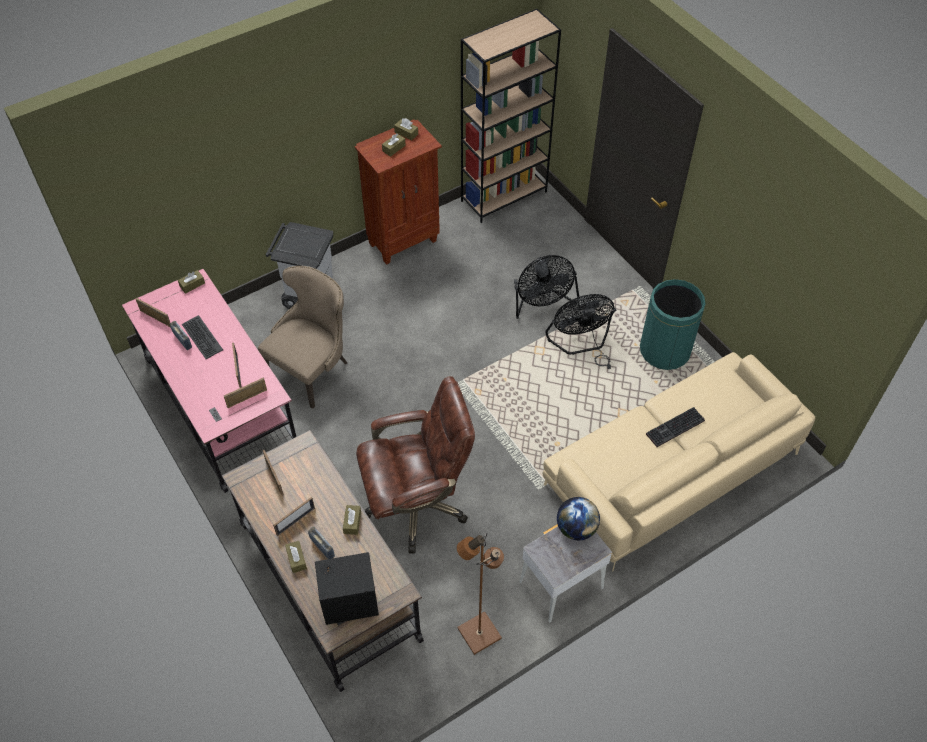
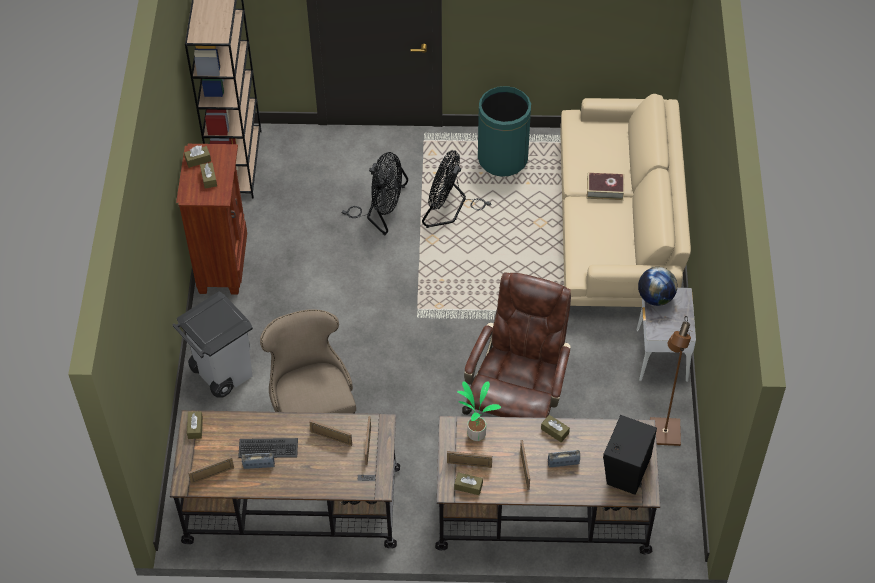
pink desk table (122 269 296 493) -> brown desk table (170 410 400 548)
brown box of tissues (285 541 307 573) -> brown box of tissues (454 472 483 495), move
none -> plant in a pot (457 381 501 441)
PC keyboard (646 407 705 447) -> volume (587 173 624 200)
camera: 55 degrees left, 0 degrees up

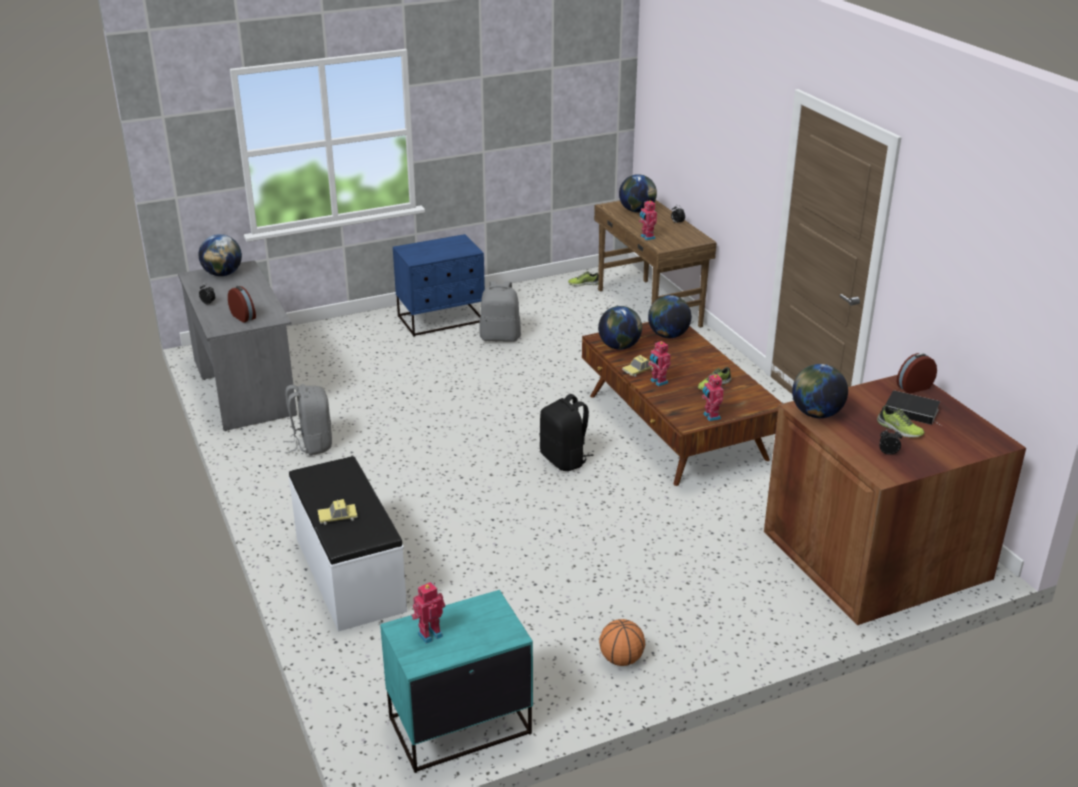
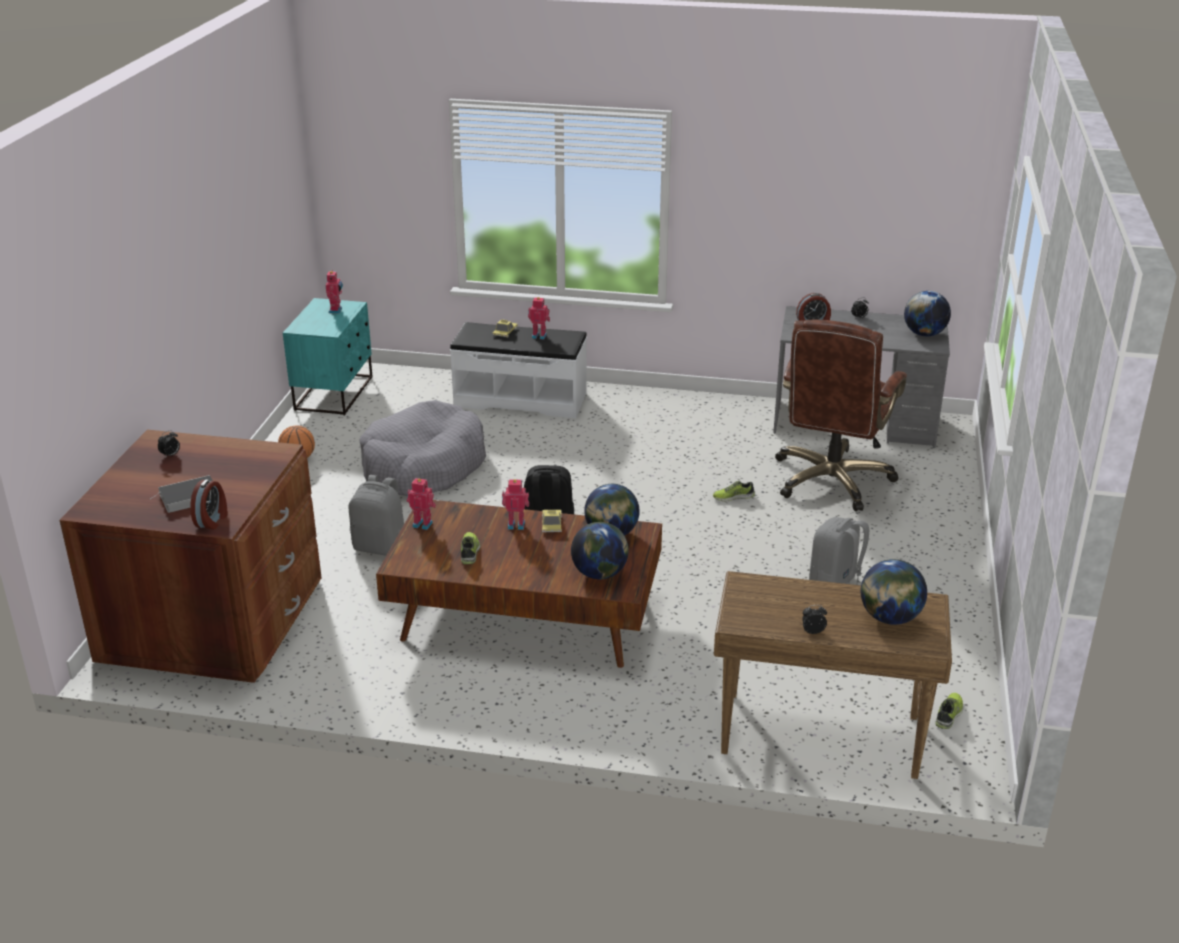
greyish rucksack (283 384 332 455) -> greyish rucksack (349 475 404 556), move
none -> greyish dog cushion (359 400 486 496)
model robot (639 199 657 240) -> model robot (528 297 550 339), move
shoe (877 405 924 438) -> shoe (713 481 755 501), move
none -> brown computer chair (775 320 907 511)
bluish bedside table (393 234 485 337) -> none
desk globe (792 364 848 418) -> none
camera: 125 degrees right, 0 degrees up

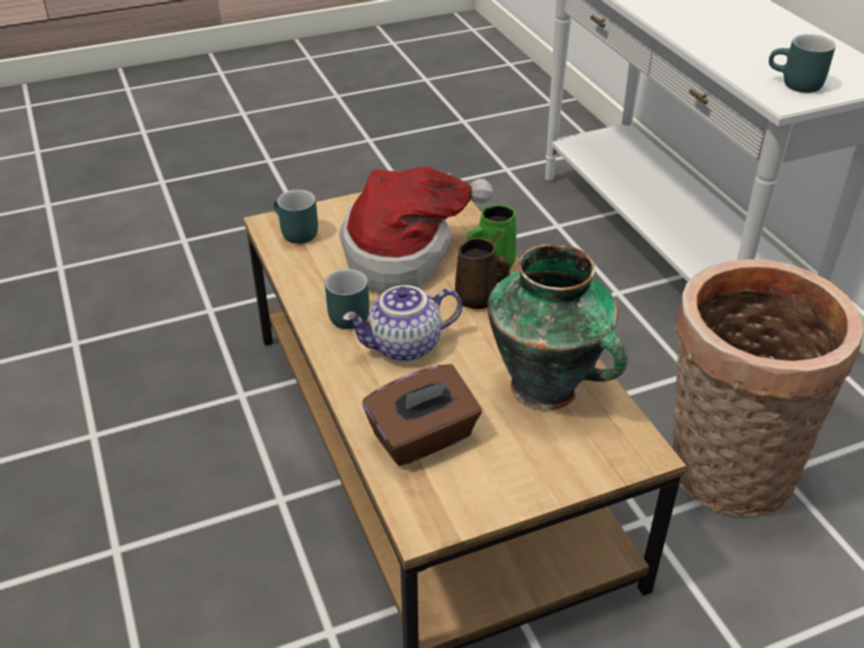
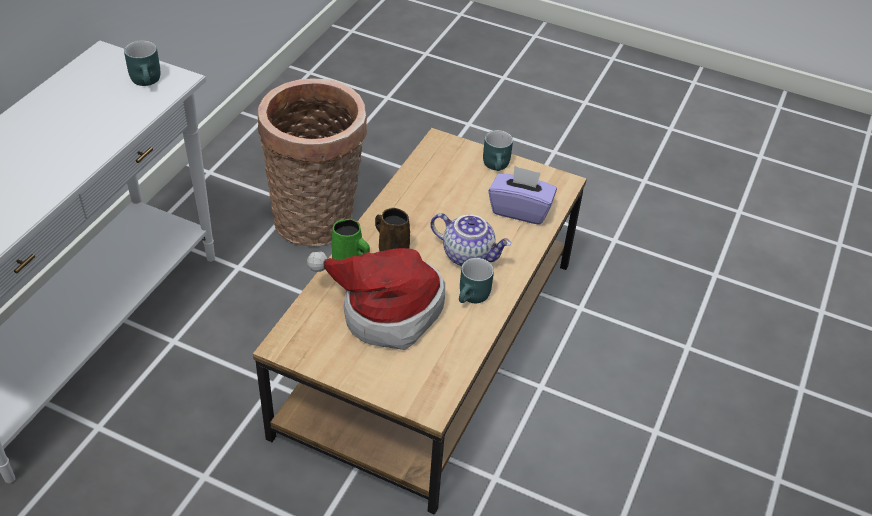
turquoise-coloured mug (274 190 318 244) -> turquoise-coloured mug (483 130 513 171), move
brown box of tissues (363 364 482 466) -> purplish box of tissues (488 166 557 225)
decorative vase (487 244 628 410) -> none
camera: 135 degrees left, 5 degrees up

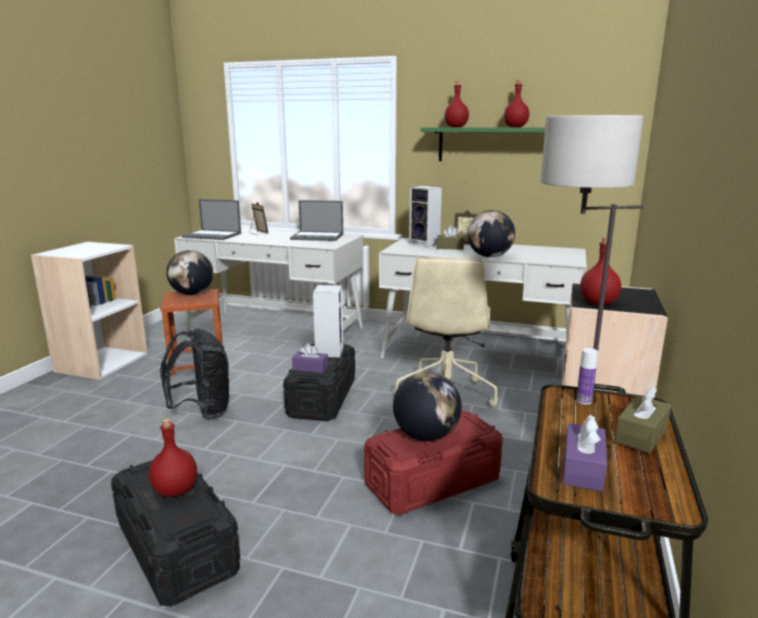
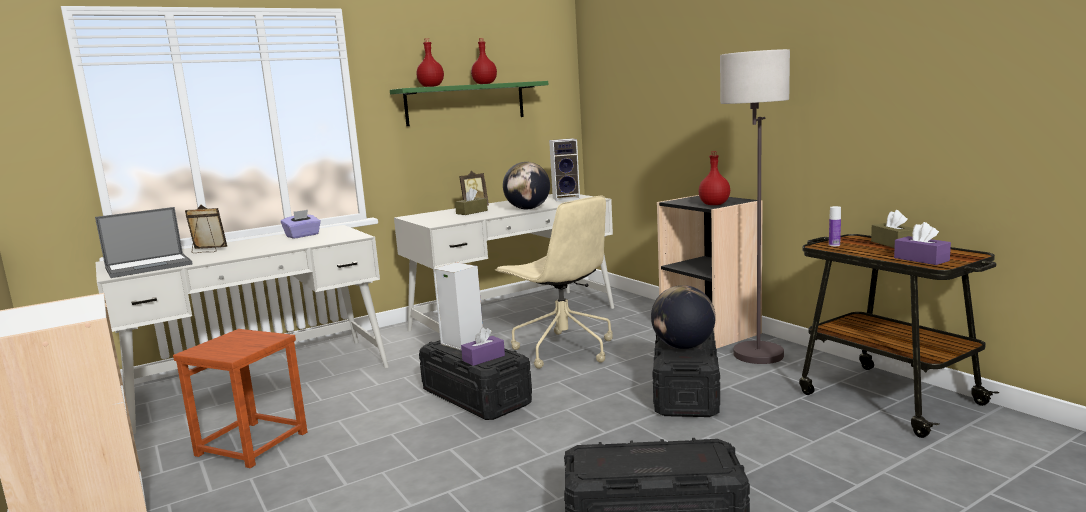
portable computer (290 200 343 241) -> purplish box of tissues (281 210 321 239)
audio speaker (409 186 442 247) -> audio speaker (549 138 580 201), move
reddish storage bin (364 411 503 515) -> black-coloured storage bin (652 331 720 417)
reddish bottle (149 418 197 497) -> none
black-coloured rucksack (160 329 231 420) -> none
desk globe (166 250 213 295) -> none
camera: 50 degrees left, 5 degrees down

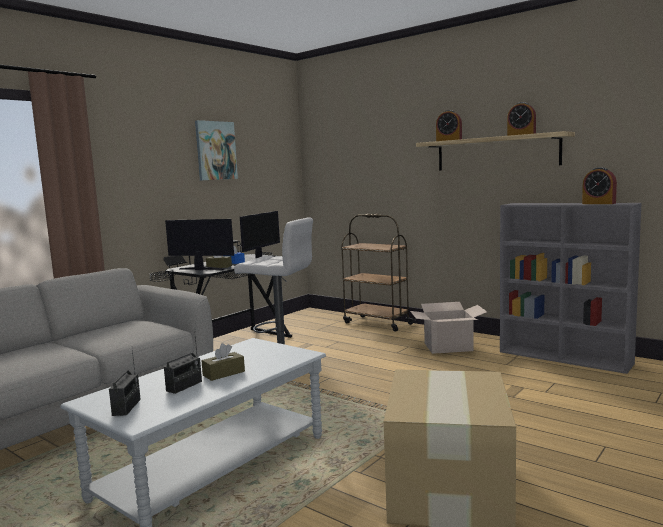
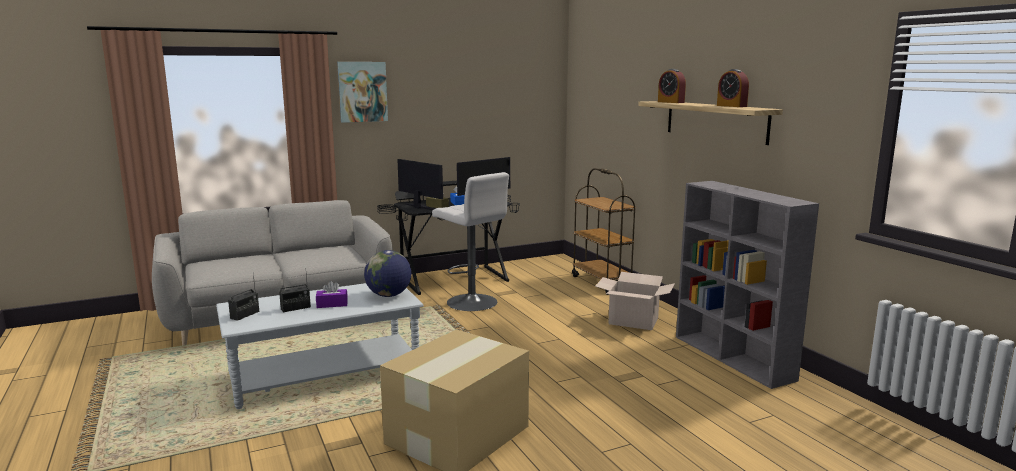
brown box of tissues (201 343 245 381) -> purplish box of tissues (316 281 348 308)
wall picture (195 120 238 181) -> wall picture (337 62 388 123), move
none -> desk globe (364 250 411 297)
alarm clock (582 167 617 204) -> none
camera: 25 degrees right, 5 degrees up

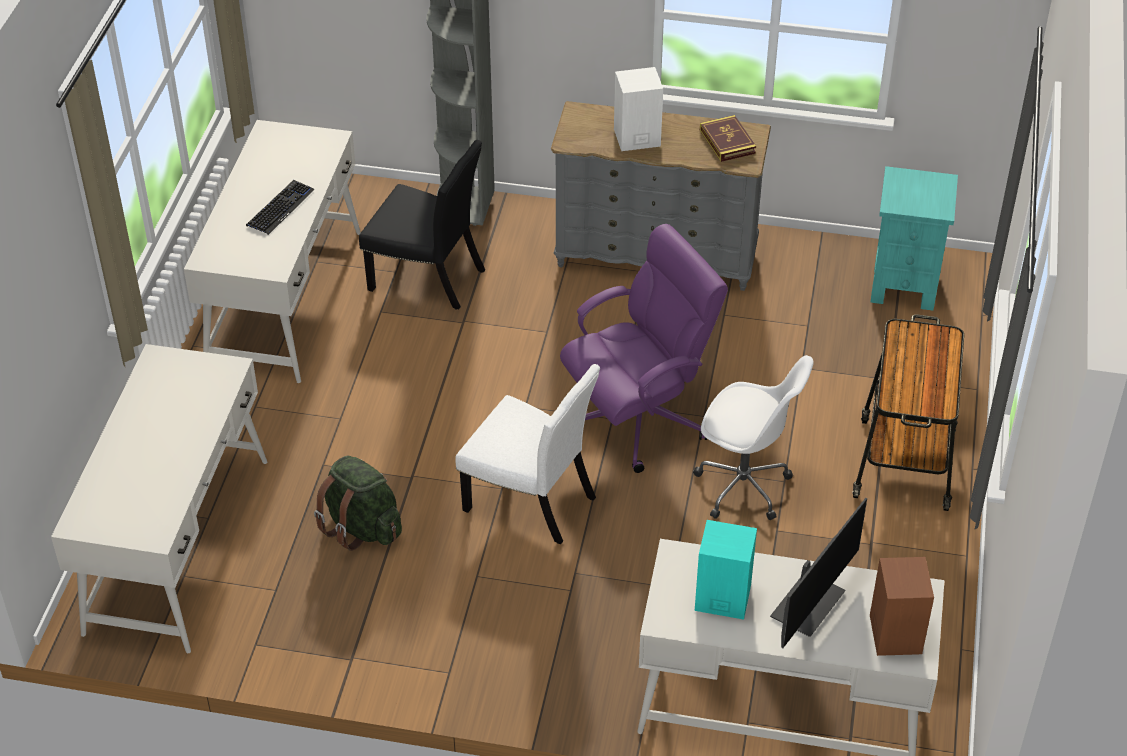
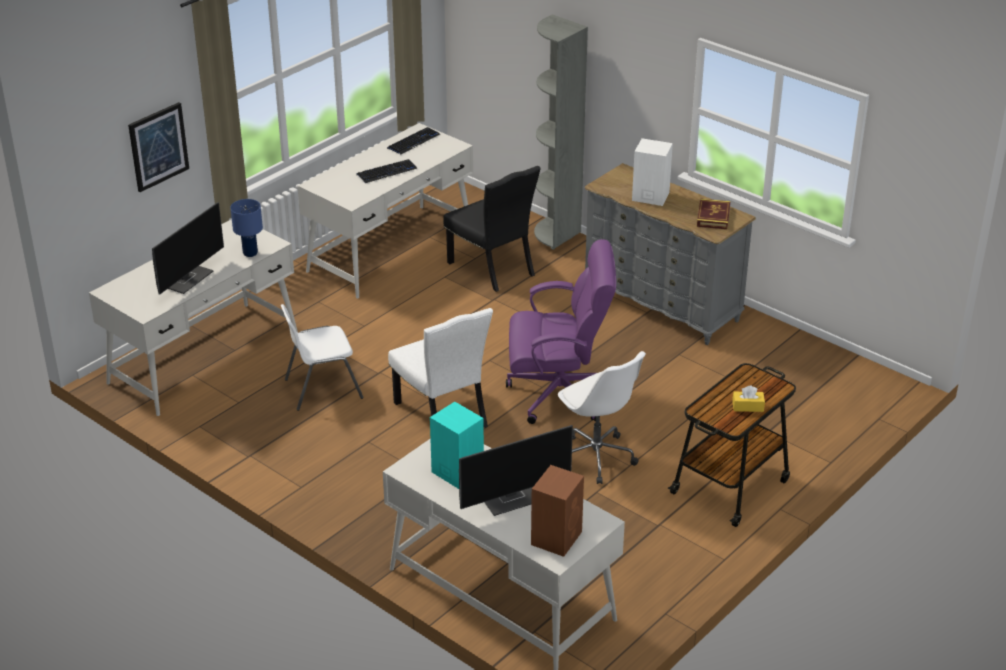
none -> wall picture (128 102 189 192)
none -> computer screen (152 202 224 295)
none -> bluish table lamp (230 199 263 257)
green-coloured rucksack (314 456 402 551) -> white-coloured upright chair (281 304 364 411)
none -> PC keyboard (387 127 440 154)
none -> yellow box of tissues (732 386 765 412)
turquoise-coloured bedside table (870 166 958 311) -> none
camera: 30 degrees right, 10 degrees down

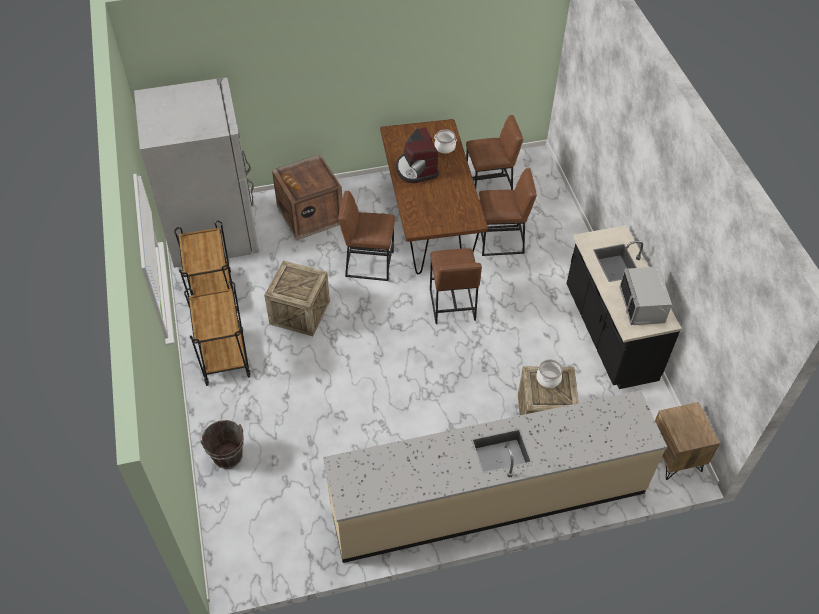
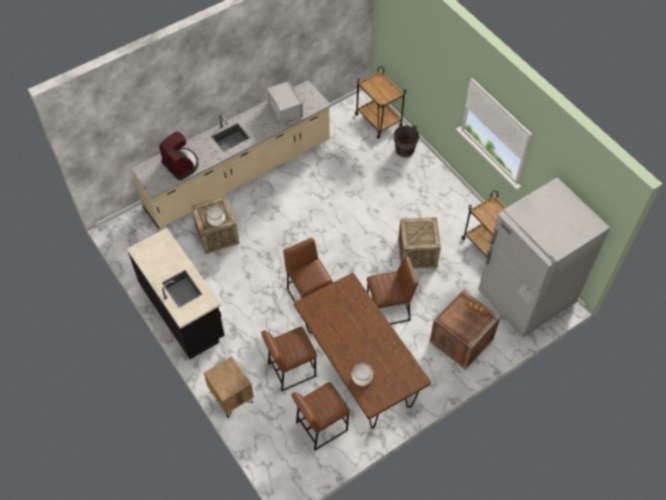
coffee brewer (396 127 439 183) -> coffee brewer (159 132 199 180), move
brown bedside table (655 402 720 480) -> brown bedside table (204 356 254 418), move
greyish microwave oven (619 267 672 325) -> greyish microwave oven (267 81 303 125), move
brown wheeled cart (184 281 251 386) -> brown wheeled cart (355 66 407 139), move
camera: 160 degrees right, 5 degrees up

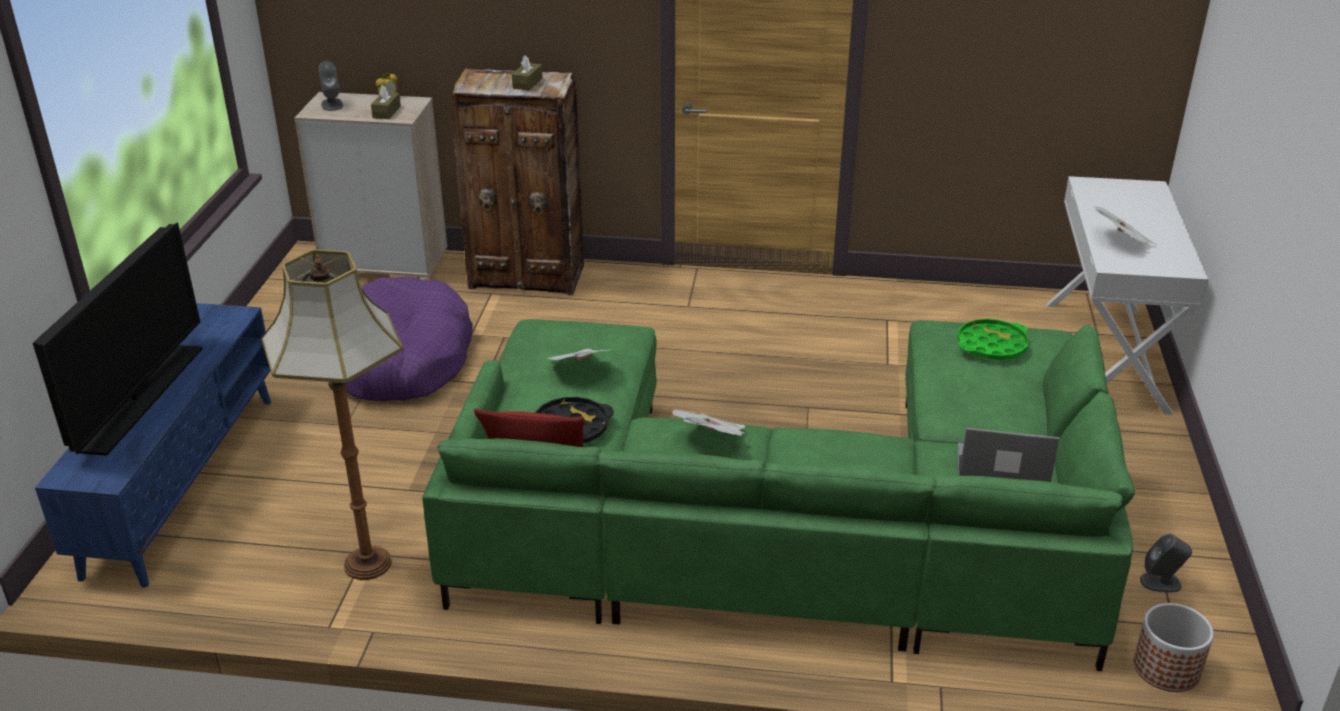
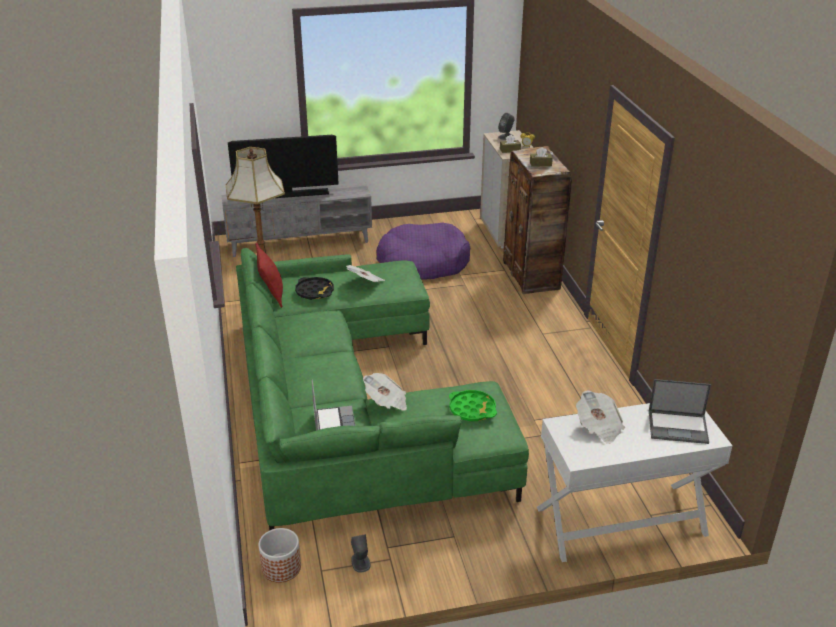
bluish tv stand (35 303 271 588) -> greyish tv stand (221 182 372 257)
newspaper (672 410 746 436) -> newspaper (363 373 407 411), move
none -> portable computer (649 379 711 444)
camera: 70 degrees right, 0 degrees up

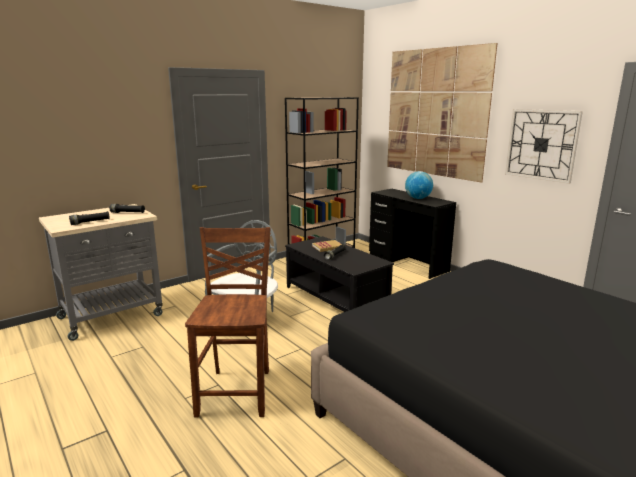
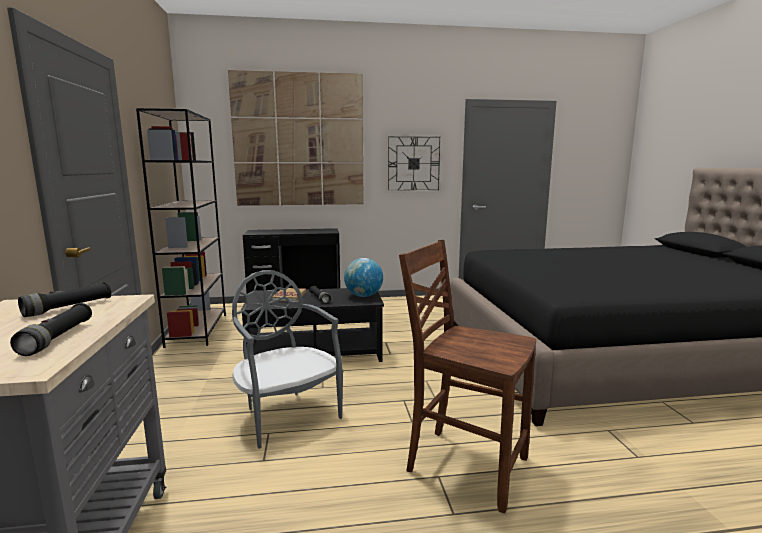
desk globe (405 171 433 199) -> desk globe (344 258 383 297), move
camera: 60 degrees left, 5 degrees down

